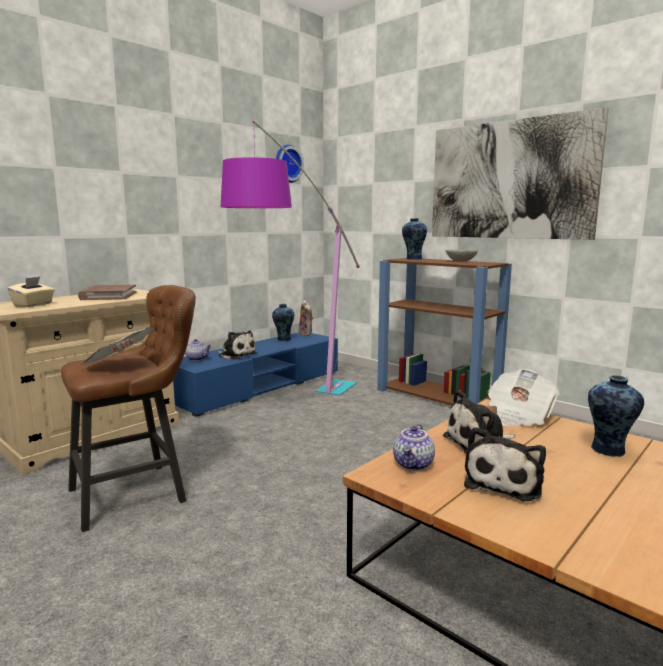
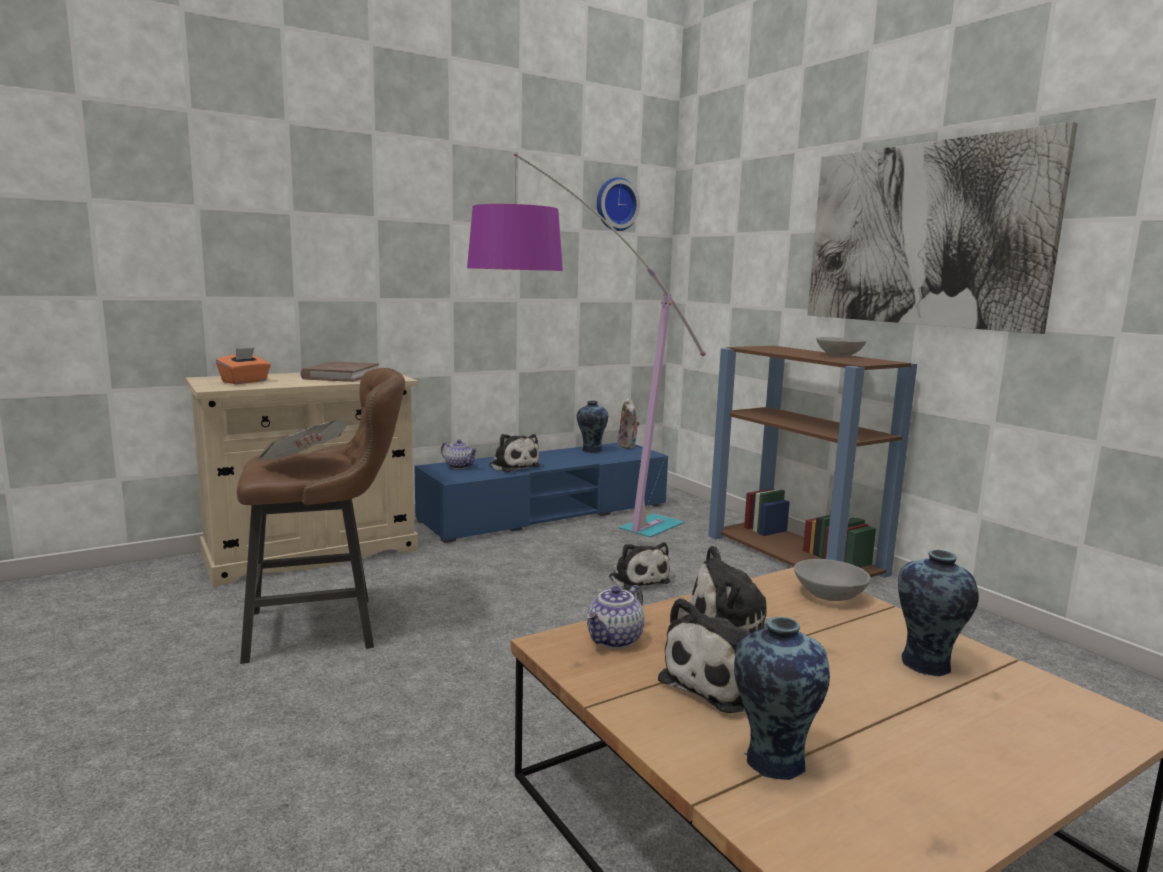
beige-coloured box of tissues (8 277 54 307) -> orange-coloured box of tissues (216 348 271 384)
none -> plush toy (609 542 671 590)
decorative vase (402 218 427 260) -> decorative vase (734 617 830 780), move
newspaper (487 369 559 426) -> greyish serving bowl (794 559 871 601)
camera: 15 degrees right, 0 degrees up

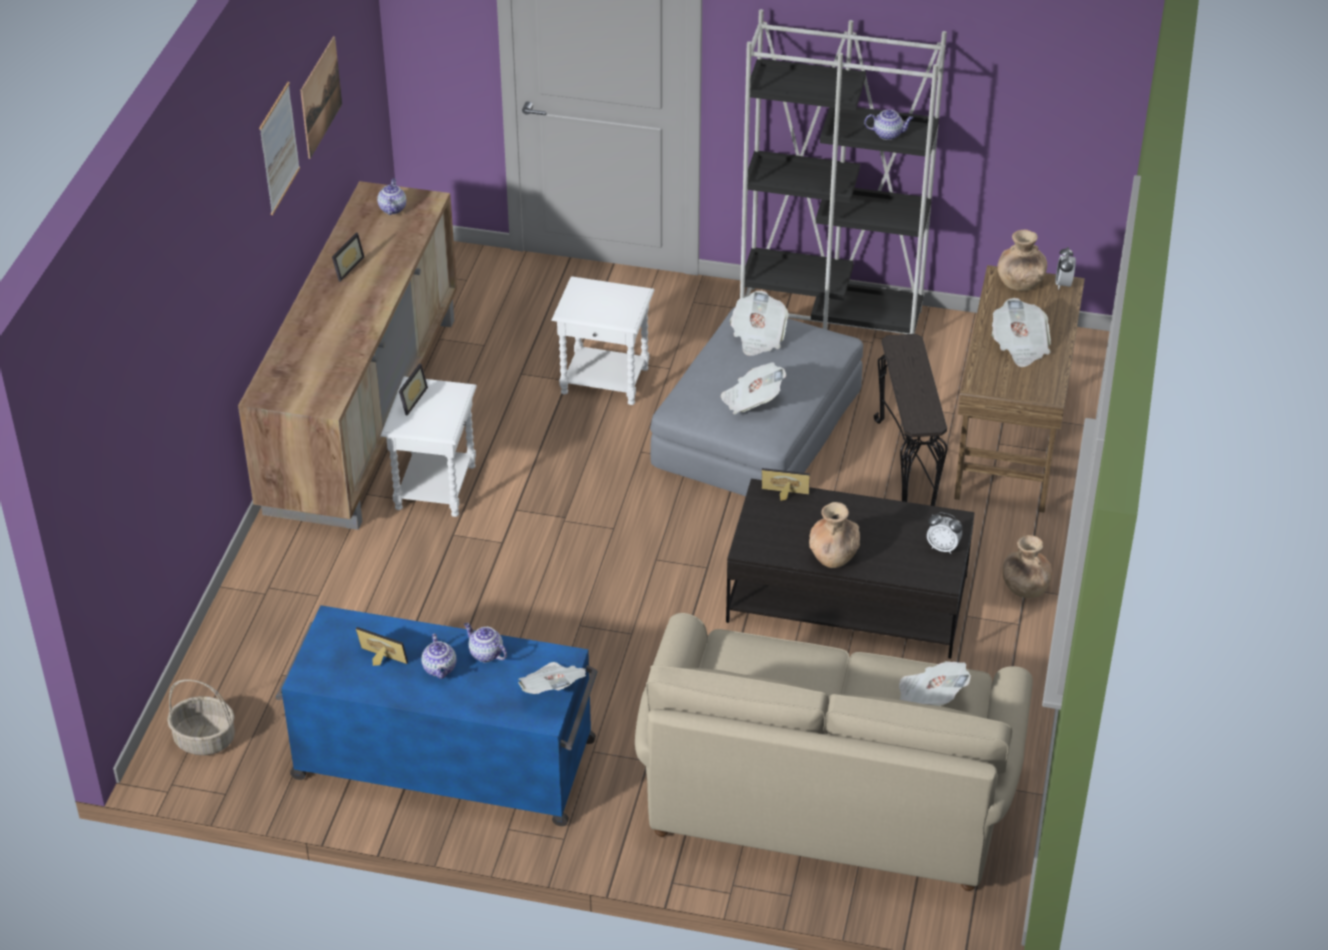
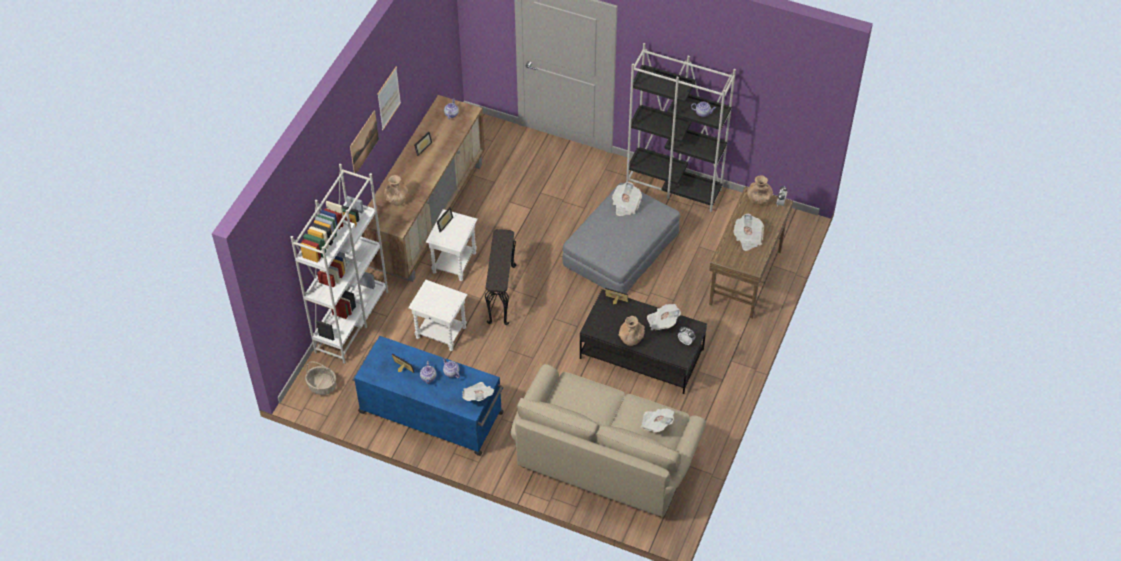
none -> white-coloured shelving unit (291 164 388 364)
wall picture (300 36 342 159) -> wall picture (350 110 379 173), move
brown decorative vase (1002 535 1052 598) -> brown decorative vase (384 175 408 206), move
white-coloured end table (551 276 654 405) -> white-coloured end table (408 280 468 351), move
black-coloured end table (874 334 948 506) -> black-coloured end table (485 229 516 325), move
newspaper (720 362 786 415) -> newspaper (647 304 681 330), move
camera: 10 degrees right, 10 degrees up

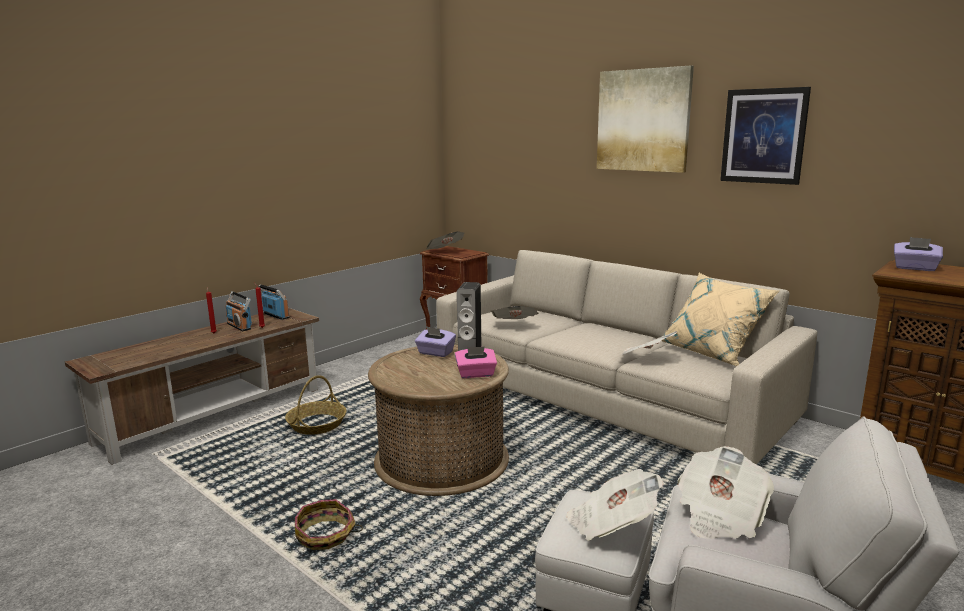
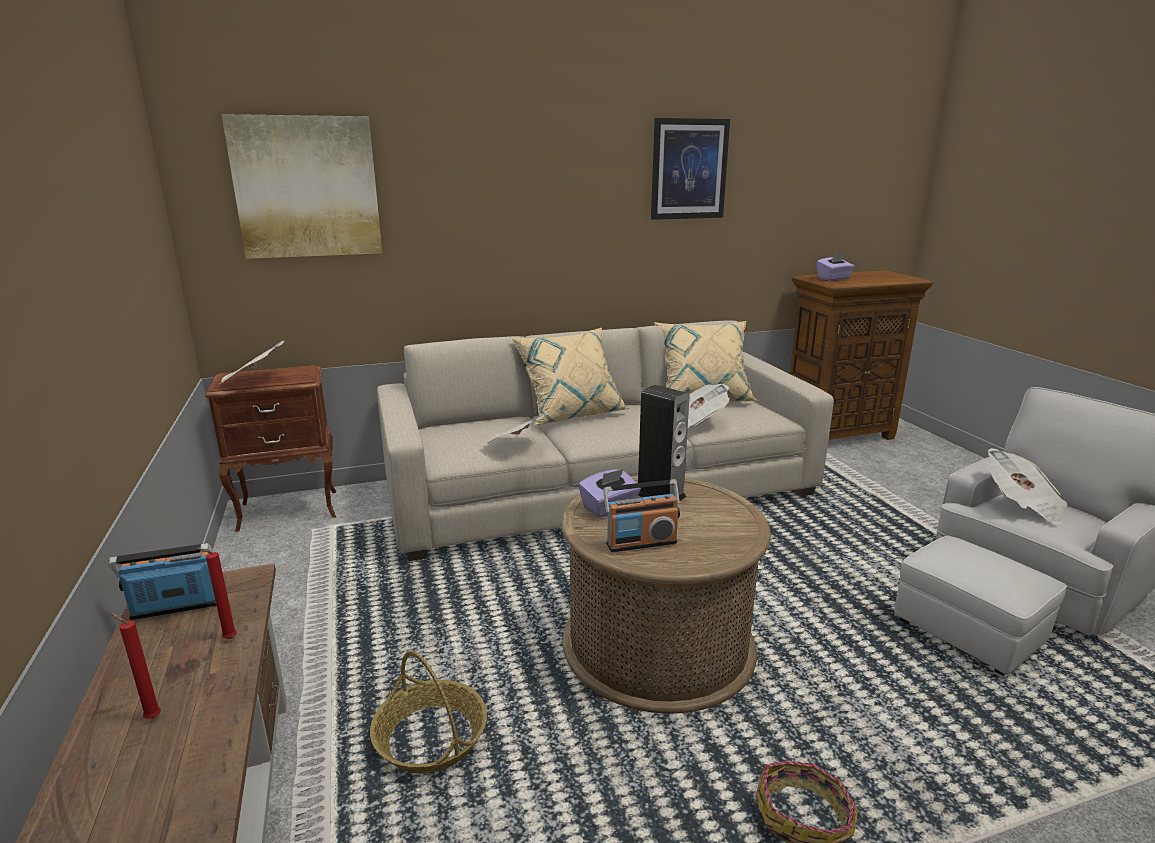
wall picture (597 65 694 173) -> wall picture (221 114 382 259), move
none -> beige-coloured cushion (511 328 630 426)
radio (225 291 252 331) -> radio (603 479 680 552), move
pink box of tissues (455 347 497 378) -> none
newspaper (566 469 664 541) -> none
camera: 60 degrees left, 5 degrees up

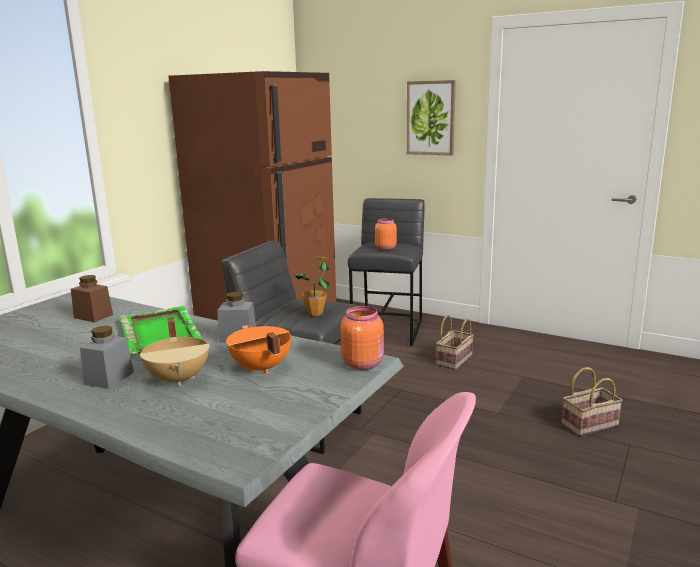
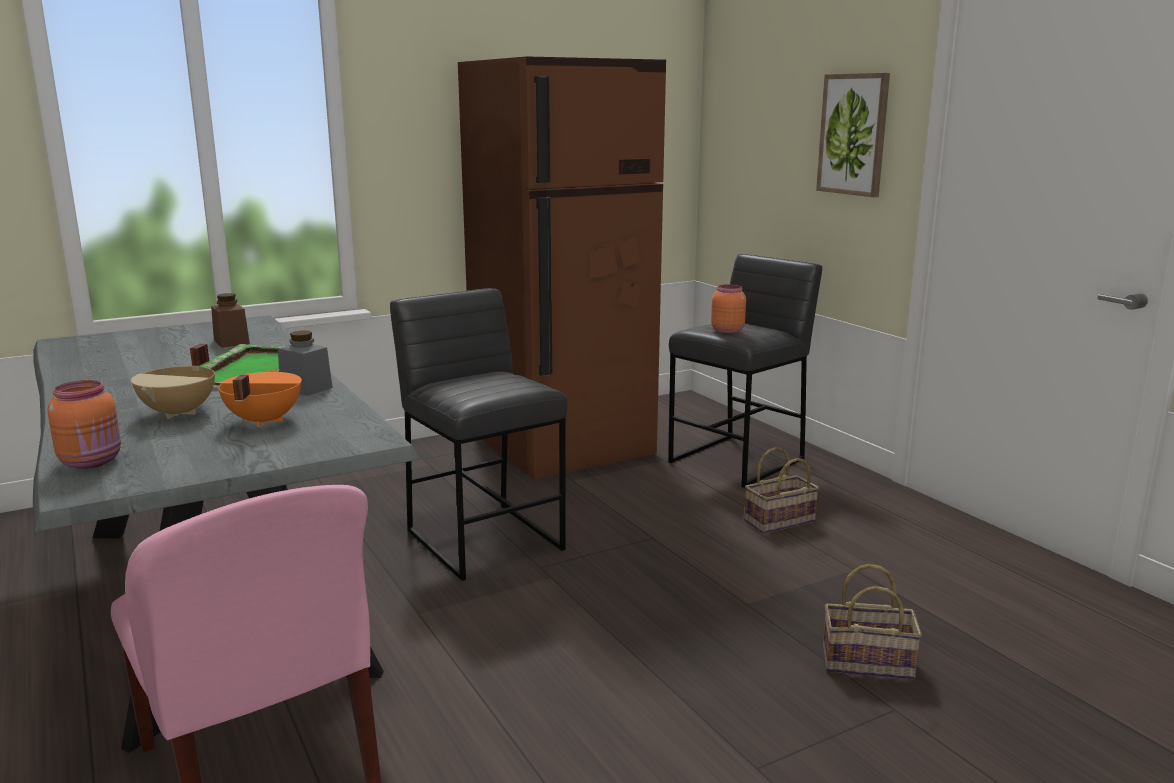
orange-coloured jar (340 306 384 370) -> orange-coloured jar (47 380 121 469), move
greyish jar (80 326 134 389) -> none
plant in a pot (294 256 330 316) -> none
camera: 30 degrees right, 0 degrees up

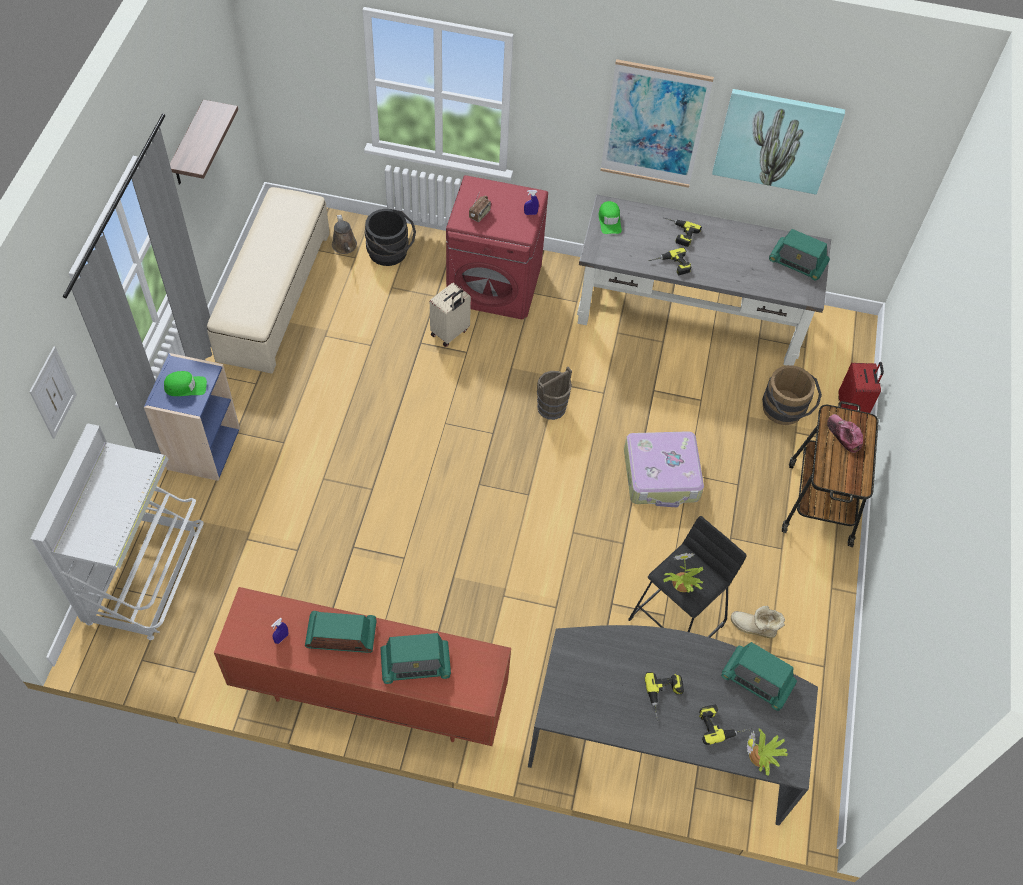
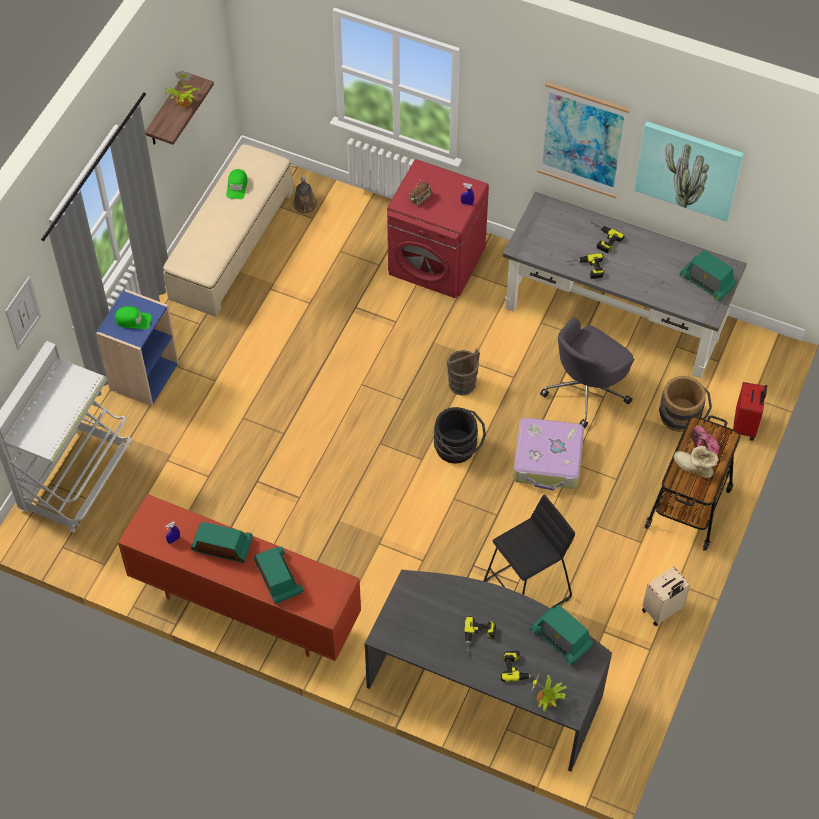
plant in a pot (663 553 703 593) -> plant in a pot (164 71 199 107), move
green-coloured peaked cap (599 201 622 234) -> green-coloured peaked cap (226 169 248 199), move
radio (380 633 451 684) -> radio (253 547 303 604), 120 degrees counterclockwise
black-coloured pail (365 209 416 266) -> black-coloured pail (434 407 486 464), move
none -> greyish computer chair (540 317 634 428)
beige-coloured piece of luggage (430 283 471 347) -> beige-coloured piece of luggage (642 566 690 626), move
tall boot (731 605 785 638) -> tall boot (674 446 719 478), move
camera: 15 degrees right, 0 degrees up

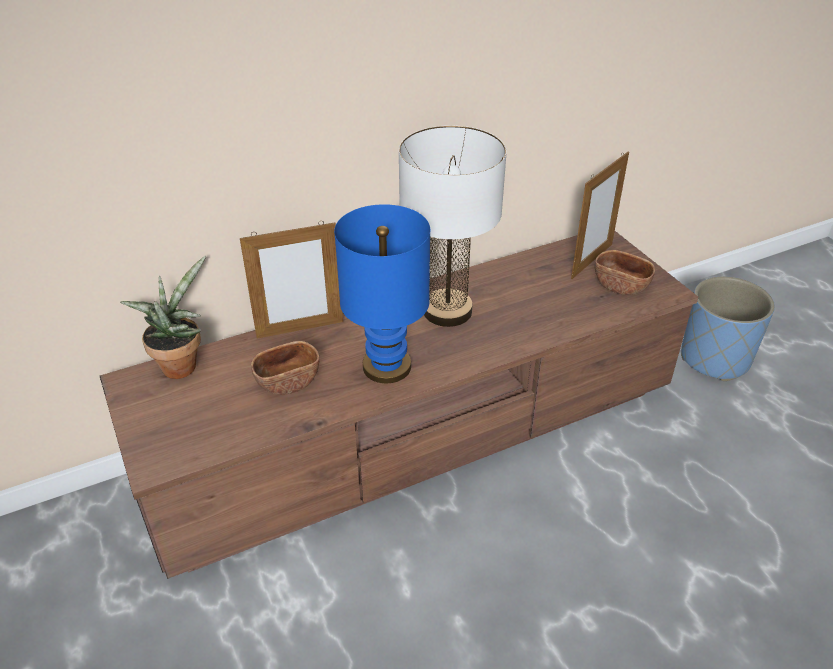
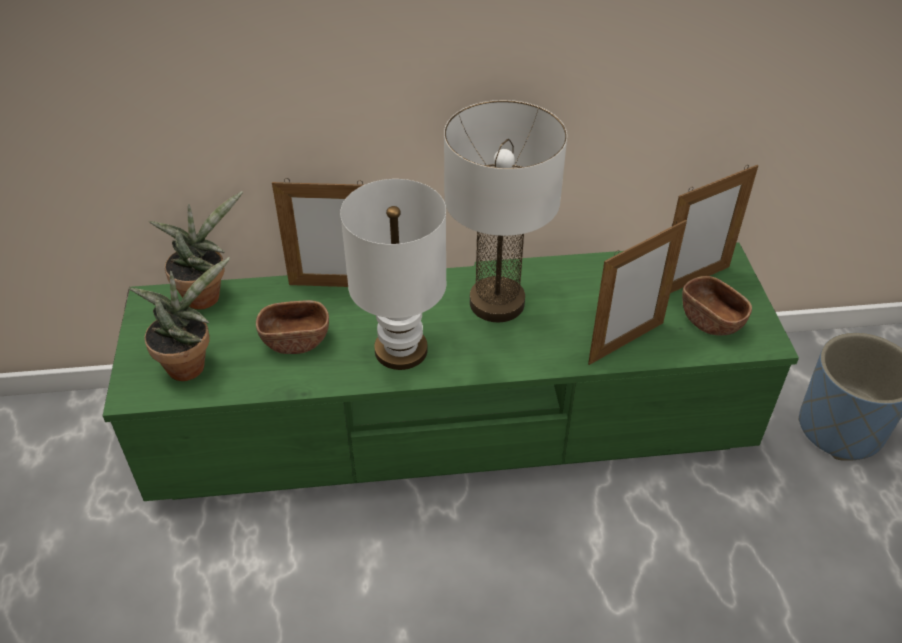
brown tv stand (100 231 698 579) -> green-coloured tv stand (103 242 799 501)
none -> plant in a pot (128 257 230 381)
bluish table lamp (334 204 430 383) -> white-coloured table lamp (340 179 447 370)
none -> picture frame (588 220 687 365)
camera: 20 degrees right, 5 degrees up

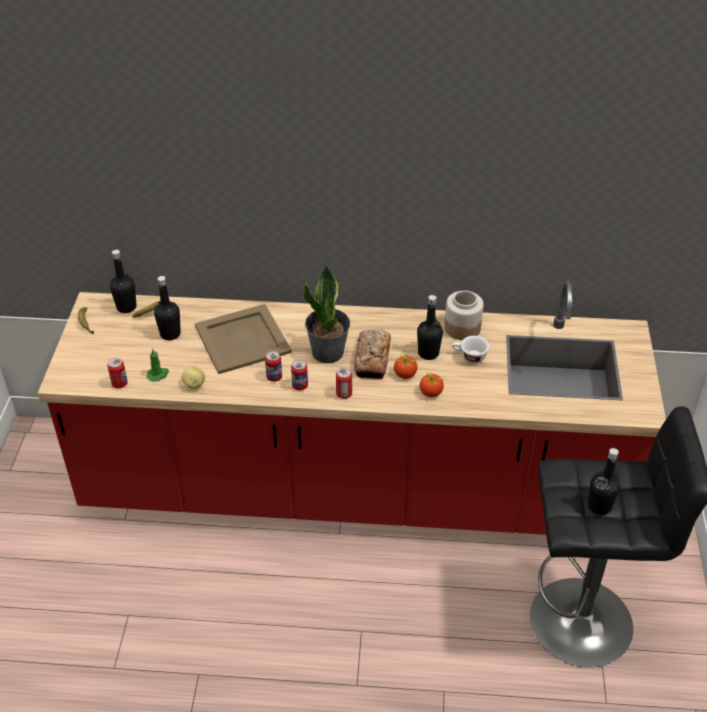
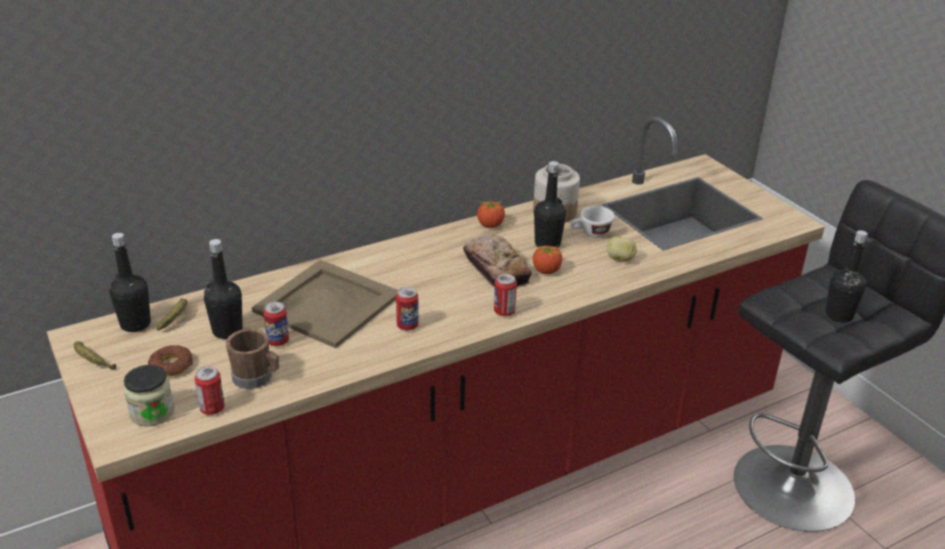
none -> jar (123 365 174 426)
none -> donut (148 345 193 377)
green-coloured wax light (147 348 169 382) -> brown mug (226 329 279 389)
sealed can (291 360 308 391) -> sealed can (263 302 289 346), move
whole tomato (420 371 444 397) -> whole tomato (477 201 505 228), move
spud (182 366 205 389) -> spud (607 237 637 262), move
plant in a pot (304 264 350 363) -> none
camera: 35 degrees left, 10 degrees down

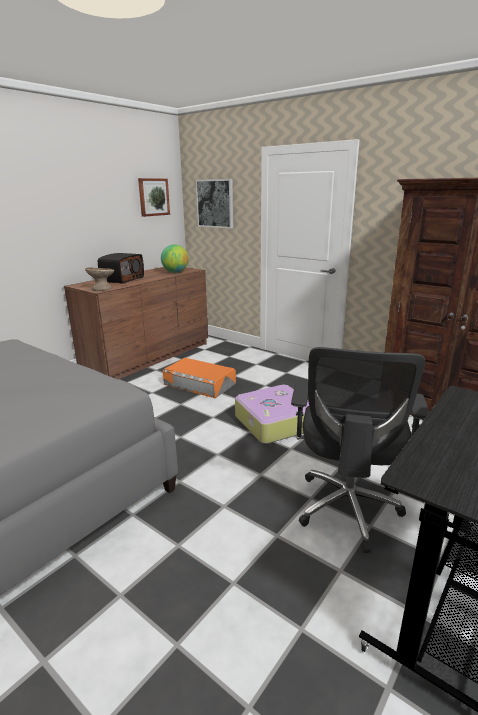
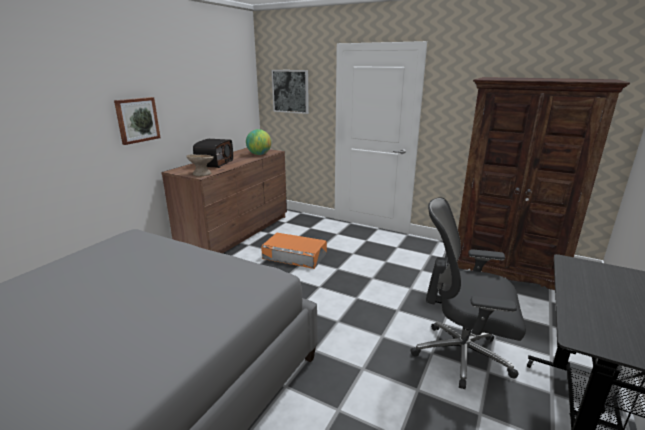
wall picture (138 178 170 217) -> wall picture (114 97 161 145), move
computer chair (291 347 429 553) -> computer chair (410 197 526 389), 105 degrees clockwise
piece of luggage (235 385 309 444) -> none
camera: 10 degrees left, 0 degrees up

